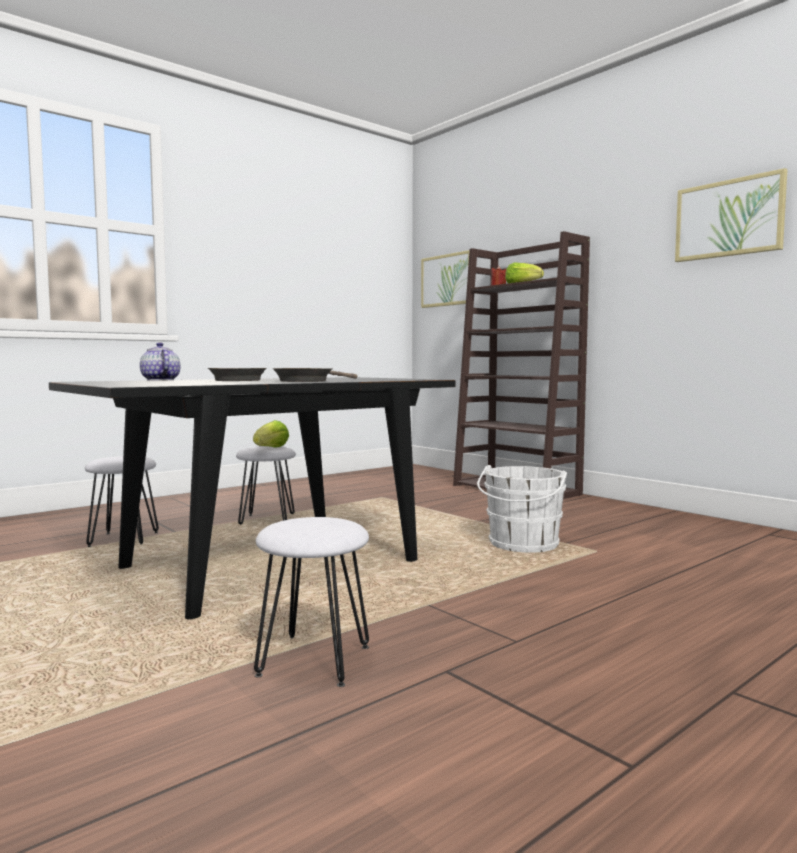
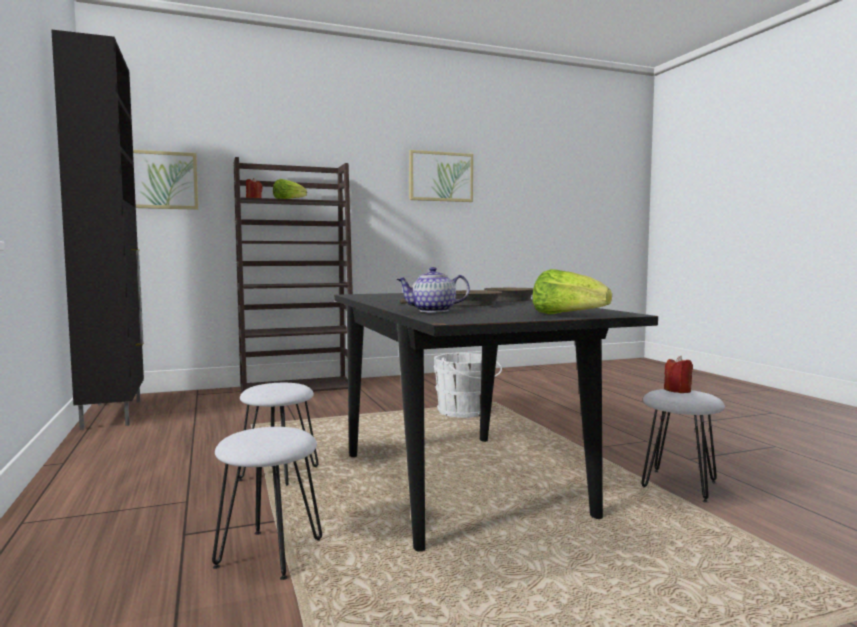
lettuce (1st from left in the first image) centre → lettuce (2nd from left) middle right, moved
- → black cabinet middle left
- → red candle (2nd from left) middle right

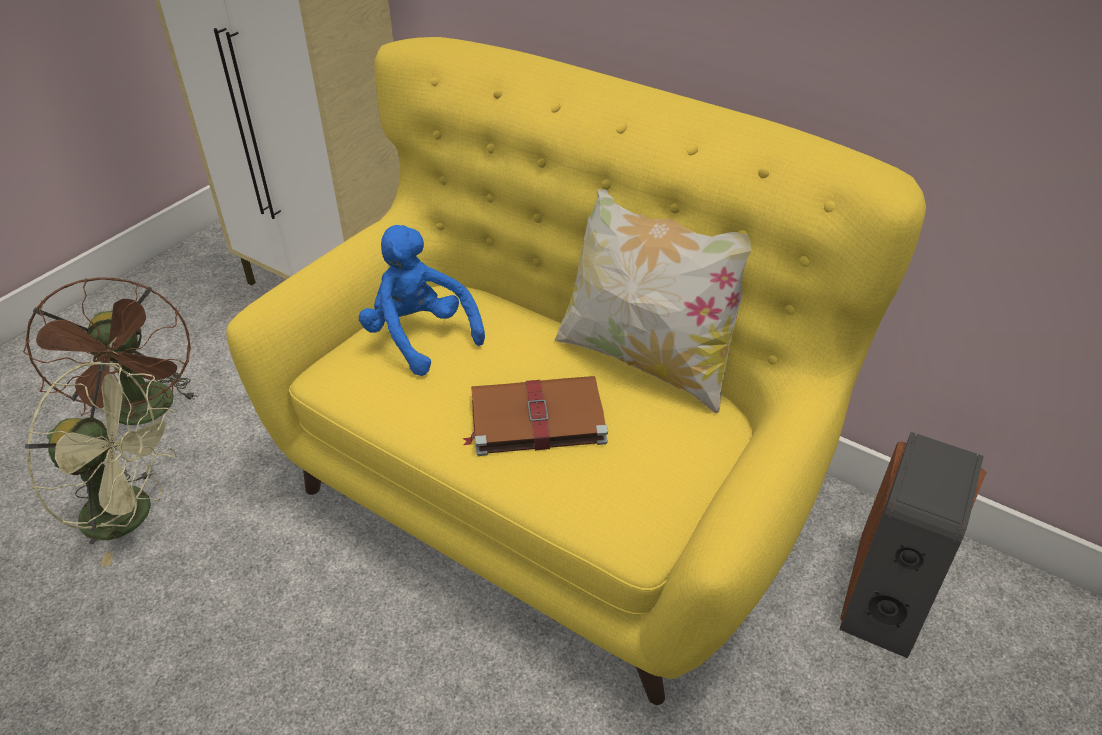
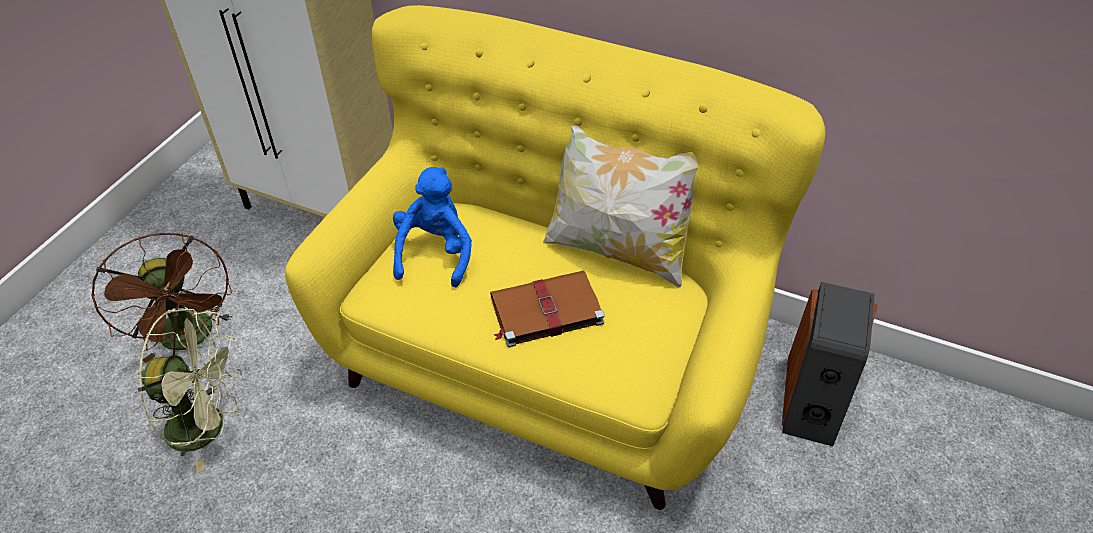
blue plush toy centre, 60 degrees clockwise

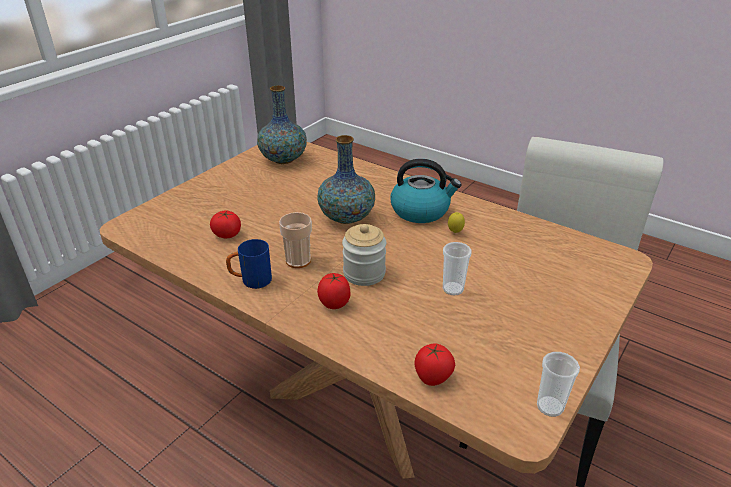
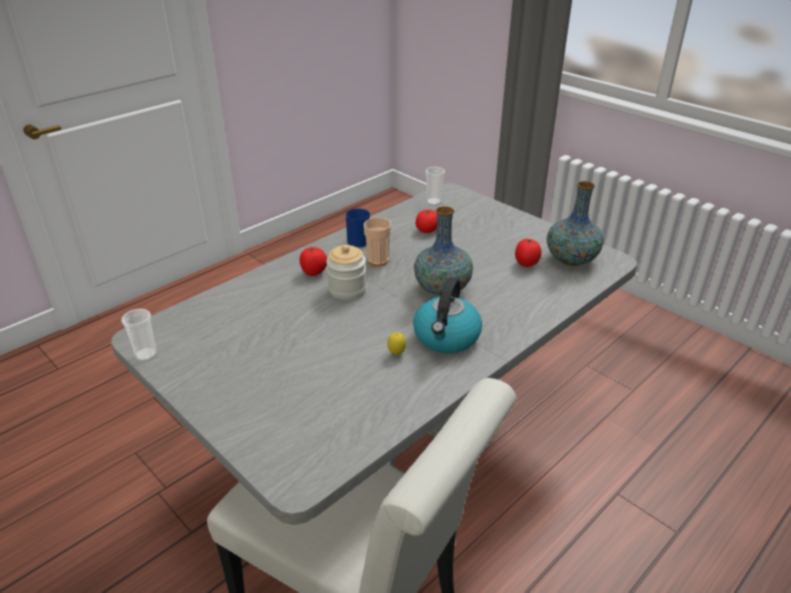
brown dining table centre → grey dining table centre
cup (2nd from left in the first image) centre → cup (3rd from left) top centre, moved
tomato (3rd from left) bottom centre → tomato (3rd from left) middle right, moved

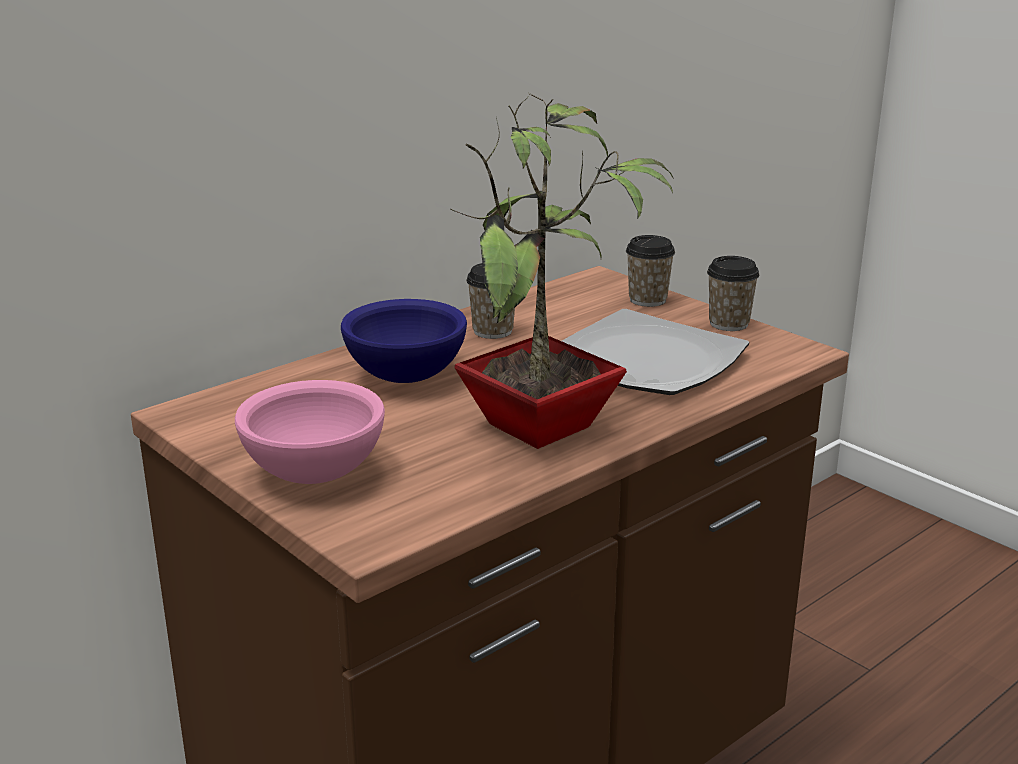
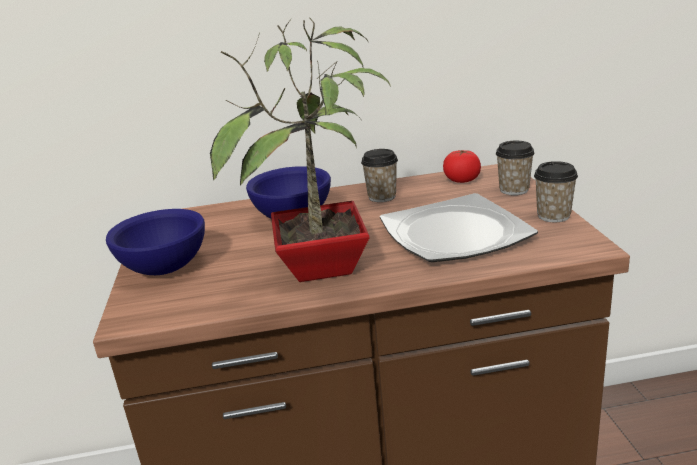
pink bowl middle left → blue bowl (1st from left) middle left
- → tomato centre

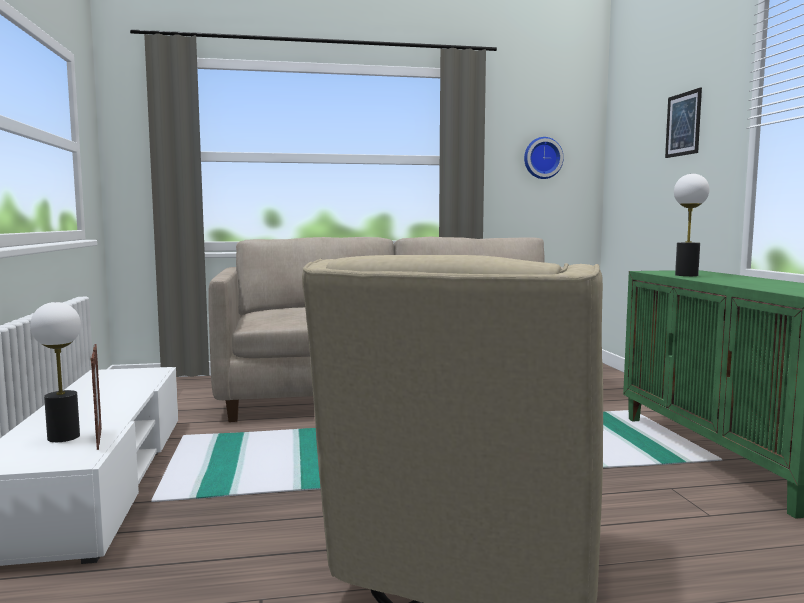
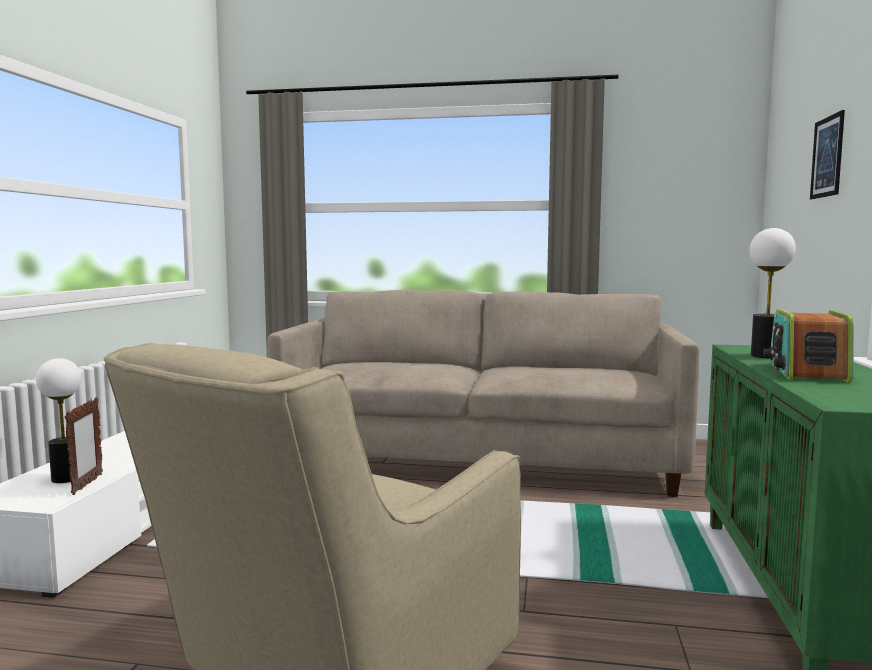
wall clock top right → -
- → radio middle right

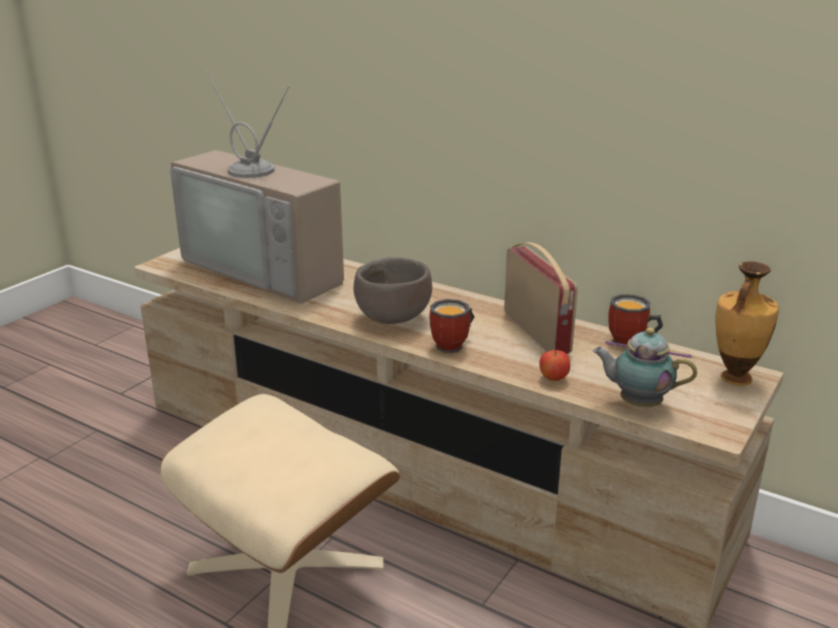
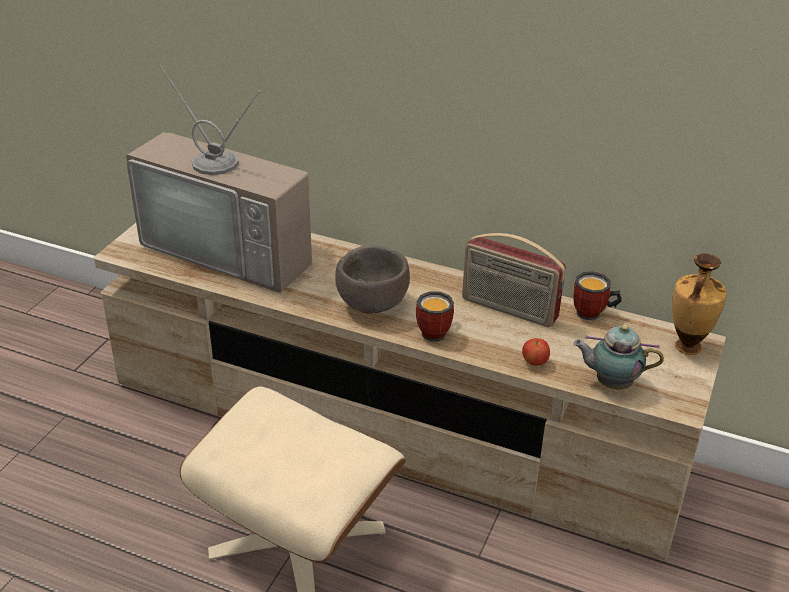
radio centre, 150 degrees clockwise

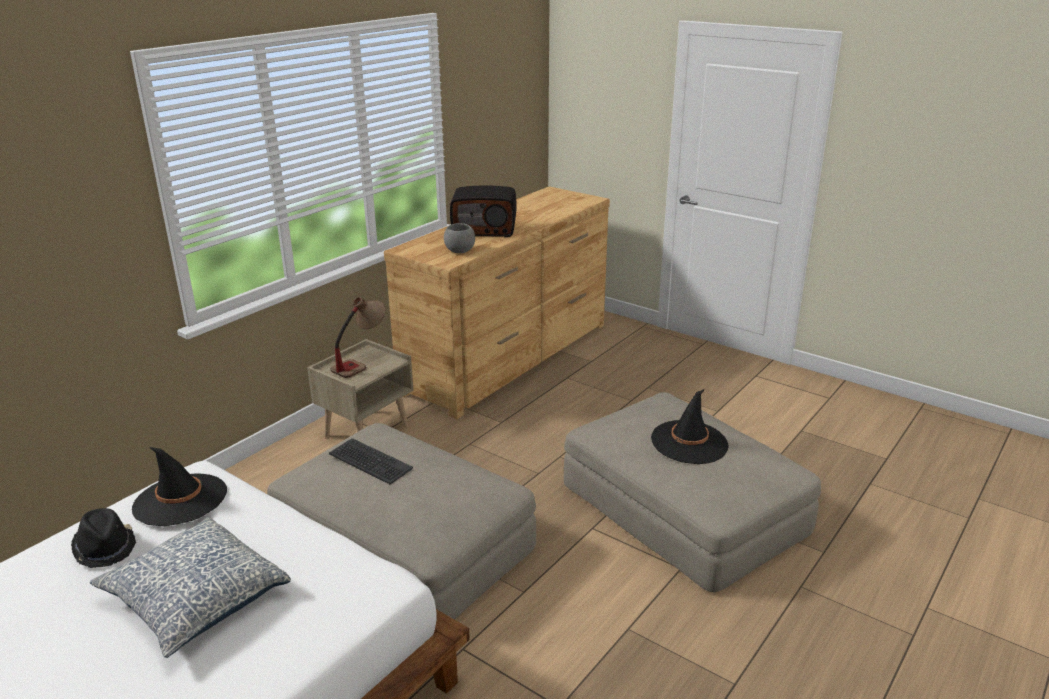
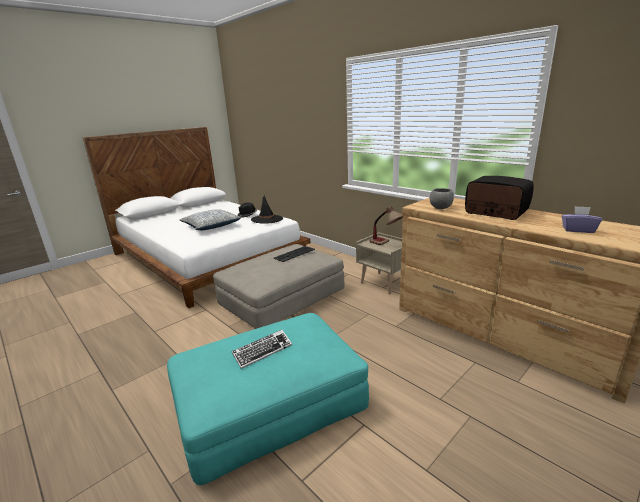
radio top centre → radio middle right, 120 degrees clockwise
black hat (3rd from left) centre → keyboard (1st from left) bottom centre
beige ottoman (2nd from left) bottom centre → turquoise ottoman bottom centre
- → purple tissue box middle right

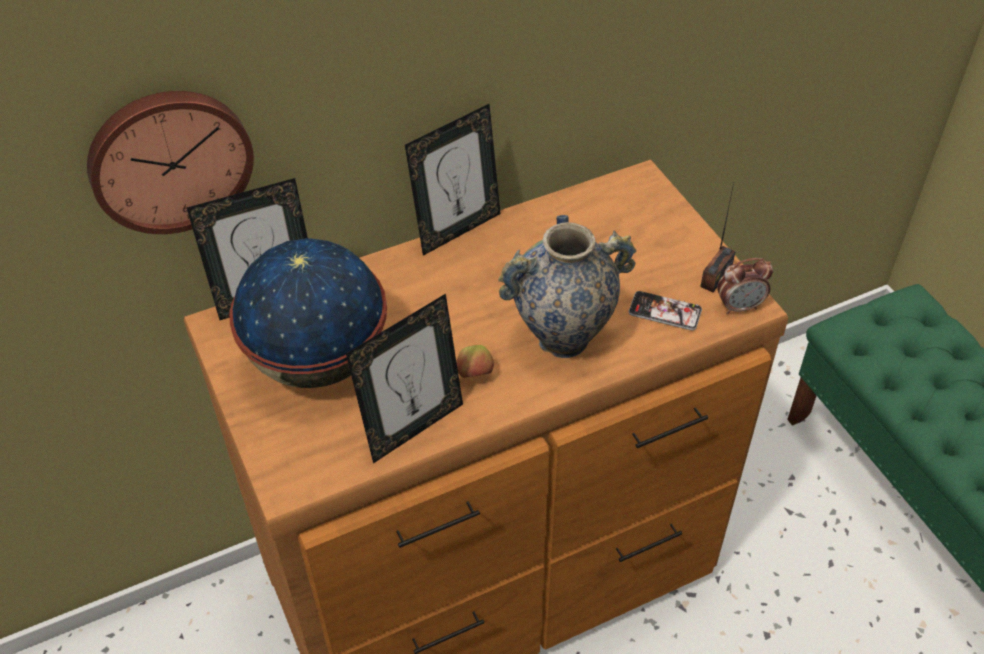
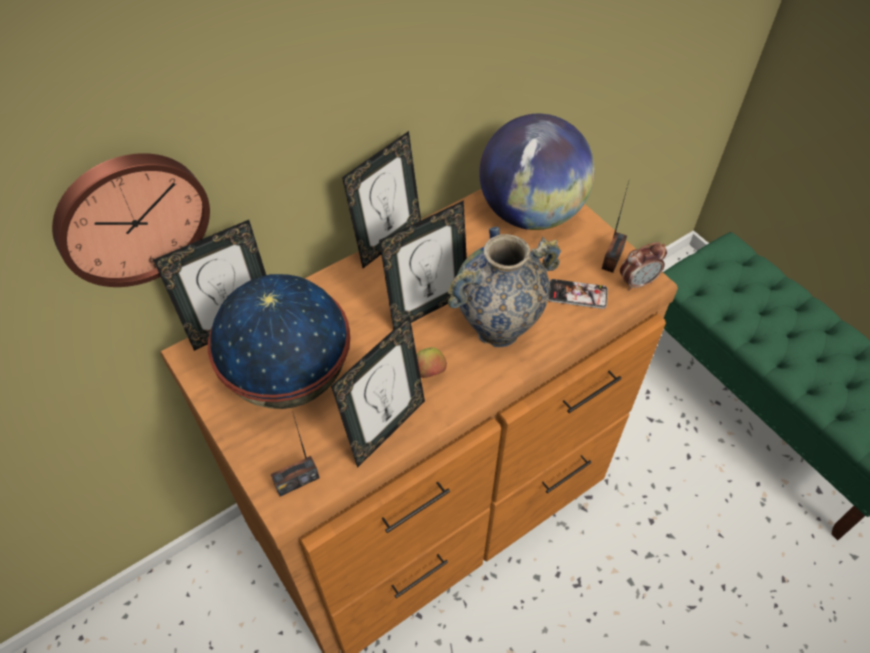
- → globe (2nd from left) top centre
- → picture frame (4th from left) centre
- → radio (1st from left) bottom centre

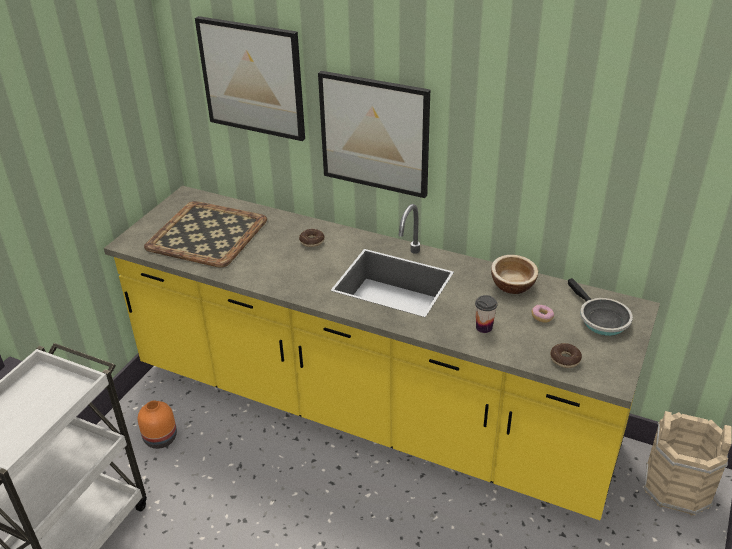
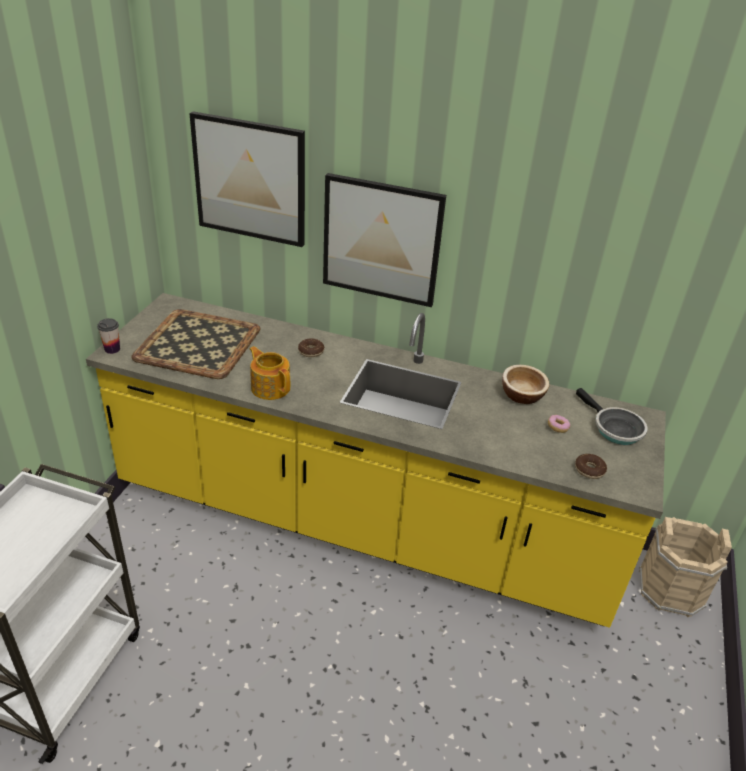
cup centre → cup middle left, moved
orange vase bottom left → -
- → teapot centre

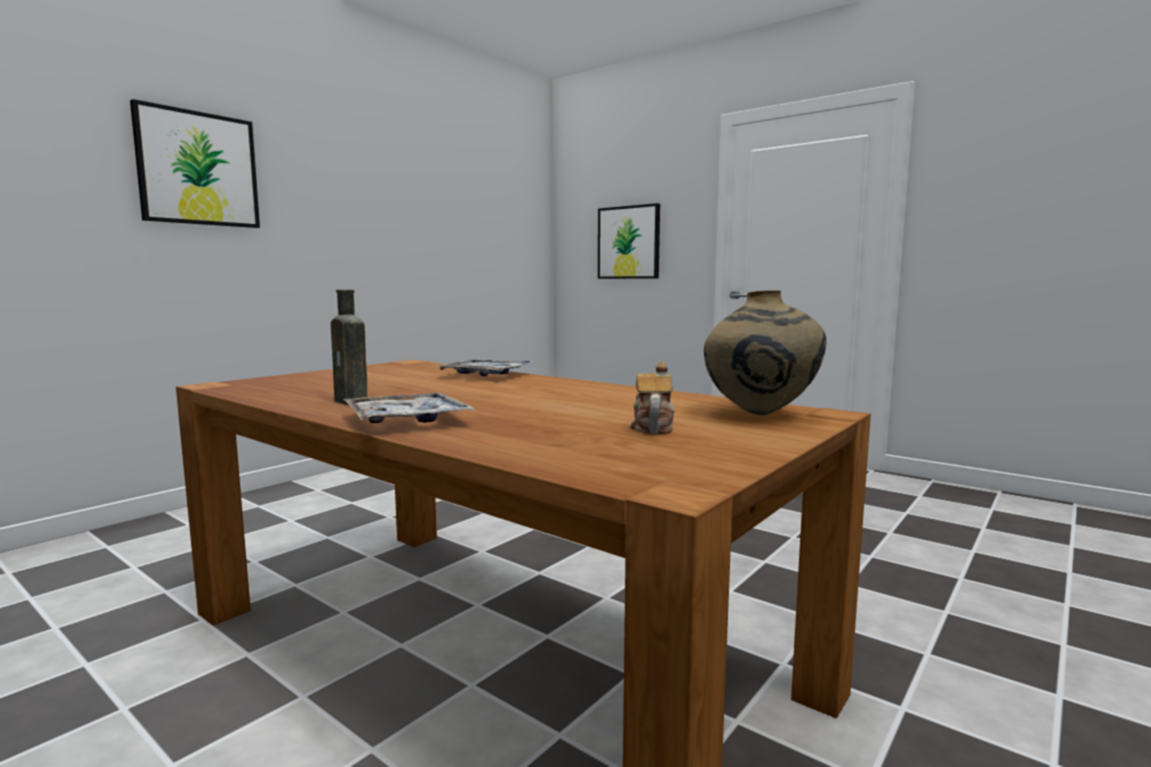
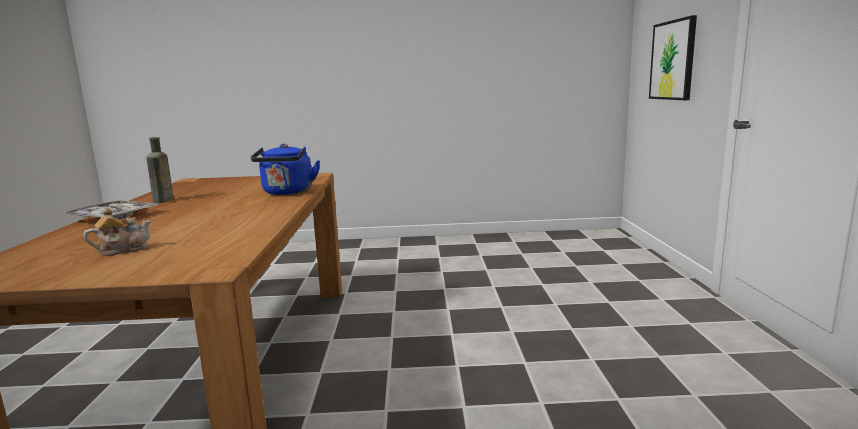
picture (1st from left) top left → -
beige vase centre → -
tray (2nd from left) centre → blue kettle middle left

